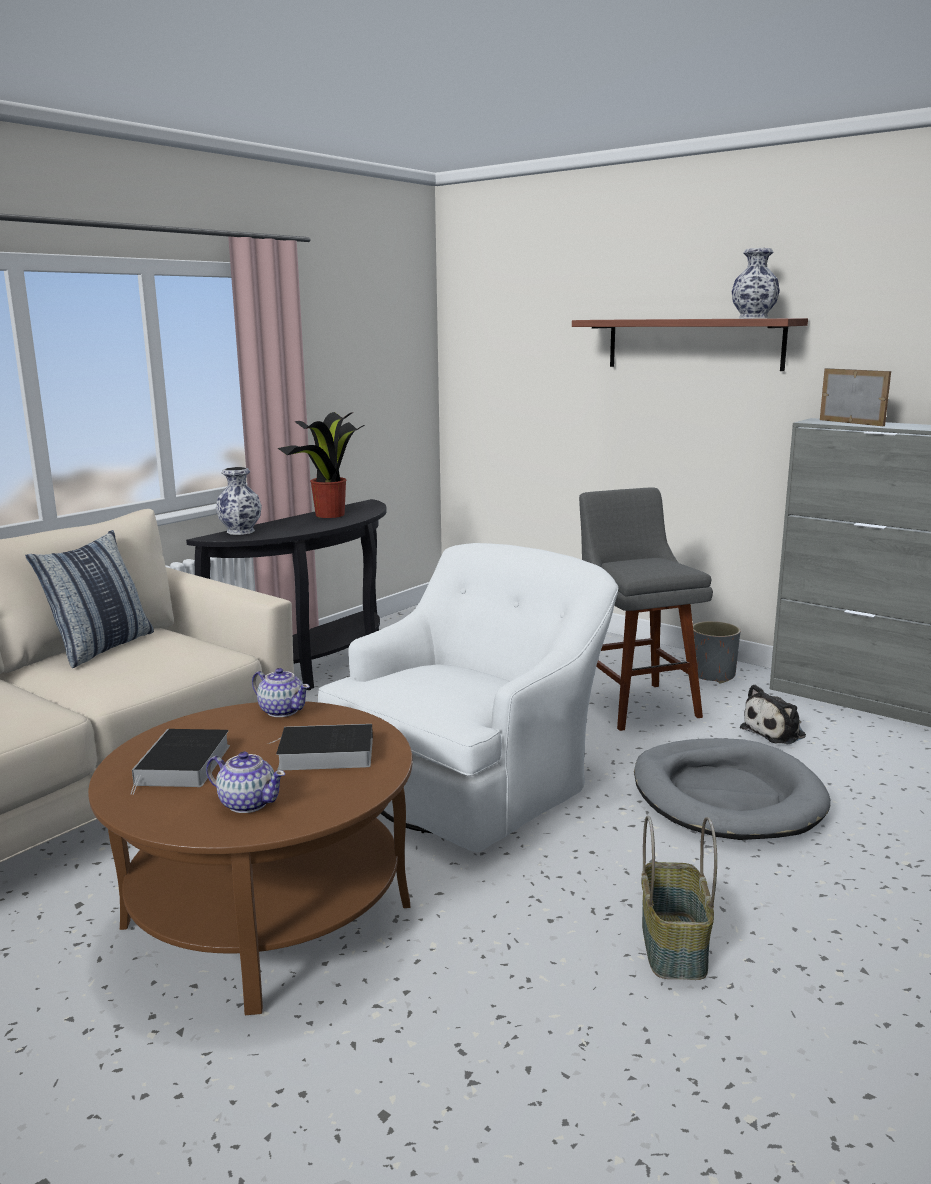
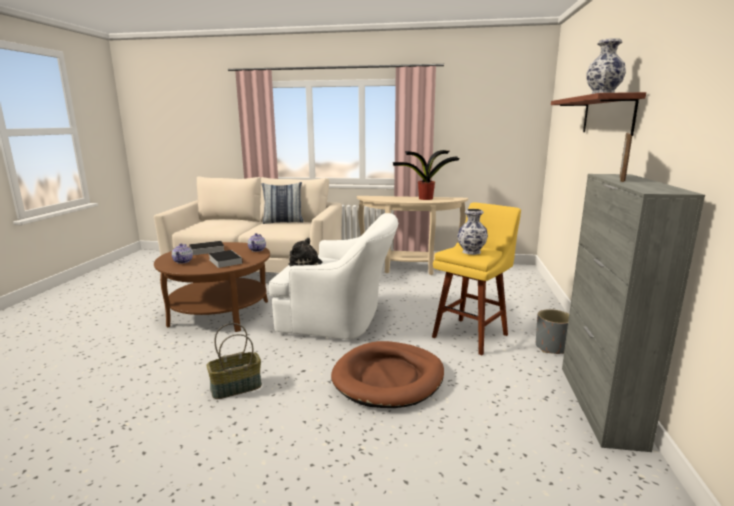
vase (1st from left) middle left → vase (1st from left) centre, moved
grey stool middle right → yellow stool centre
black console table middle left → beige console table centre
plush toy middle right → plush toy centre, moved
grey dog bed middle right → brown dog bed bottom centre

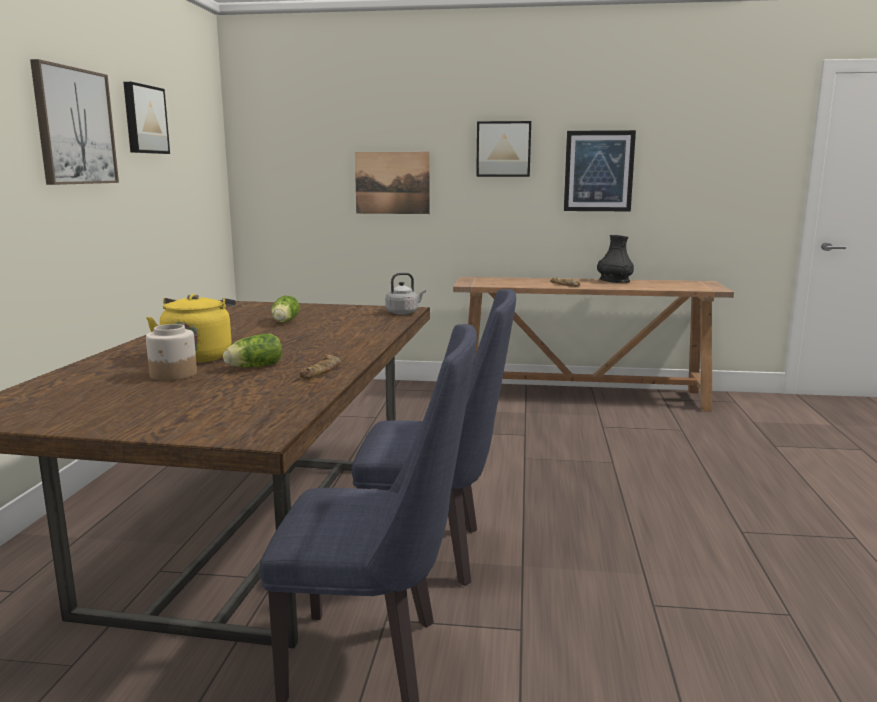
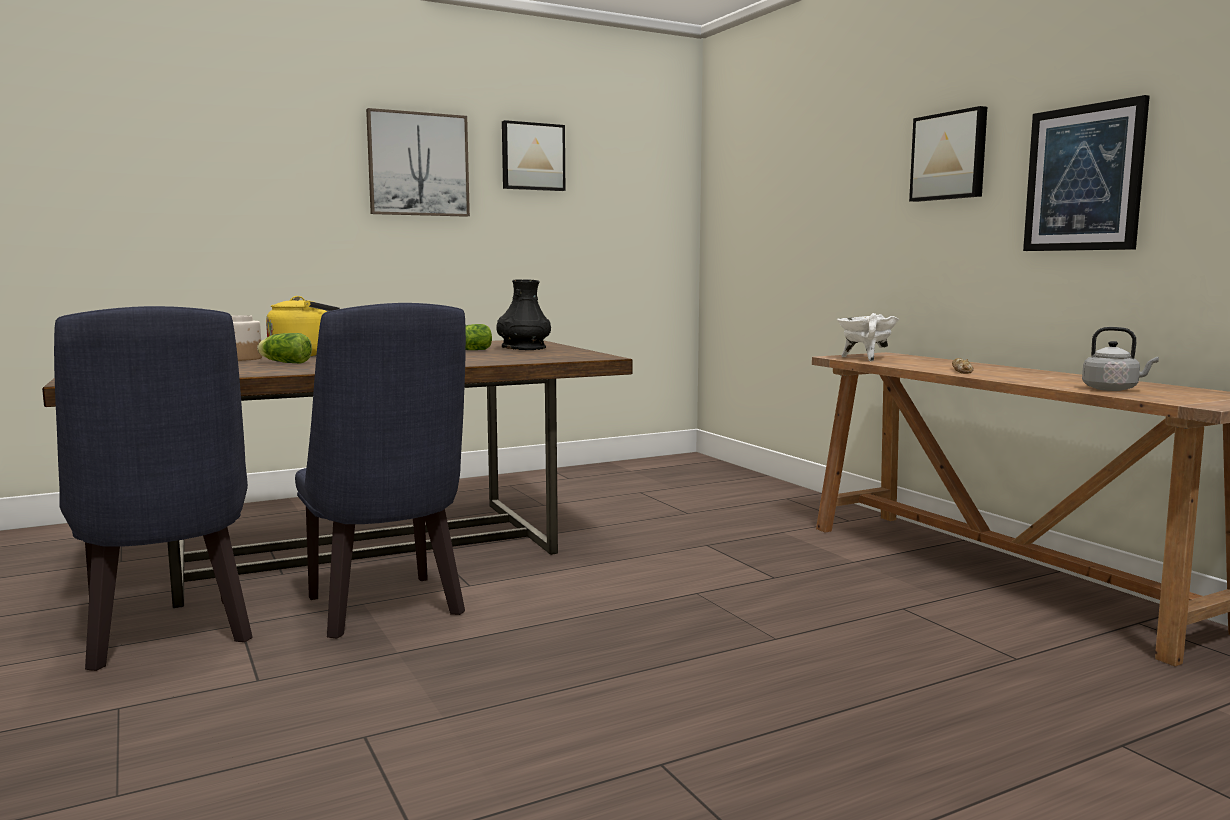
picture (3rd from left) top centre → -
black vase middle right → black vase centre, moved
grey kettle centre → grey kettle middle right, moved
bread (1st from left) centre → -
- → white cooking pot middle right

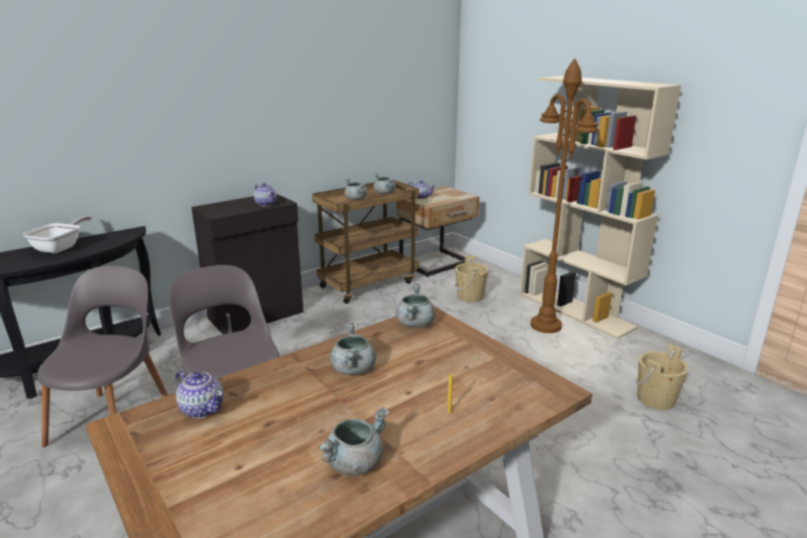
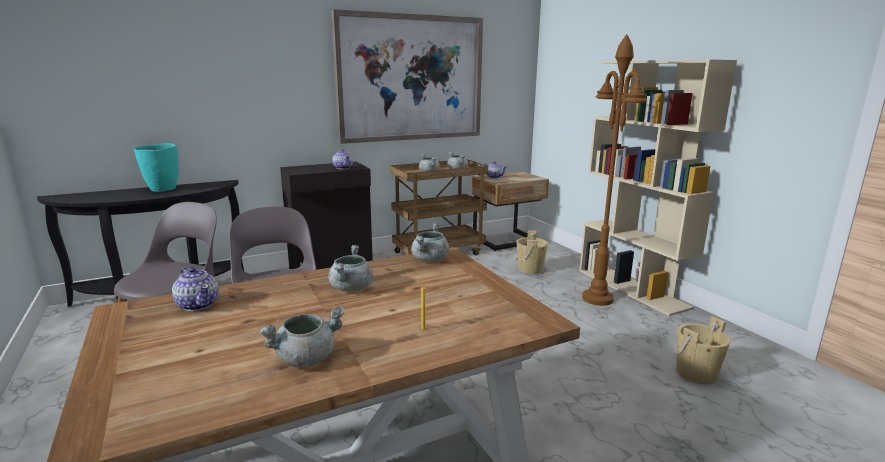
frying pan middle left → turquoise vase middle left
- → picture top centre

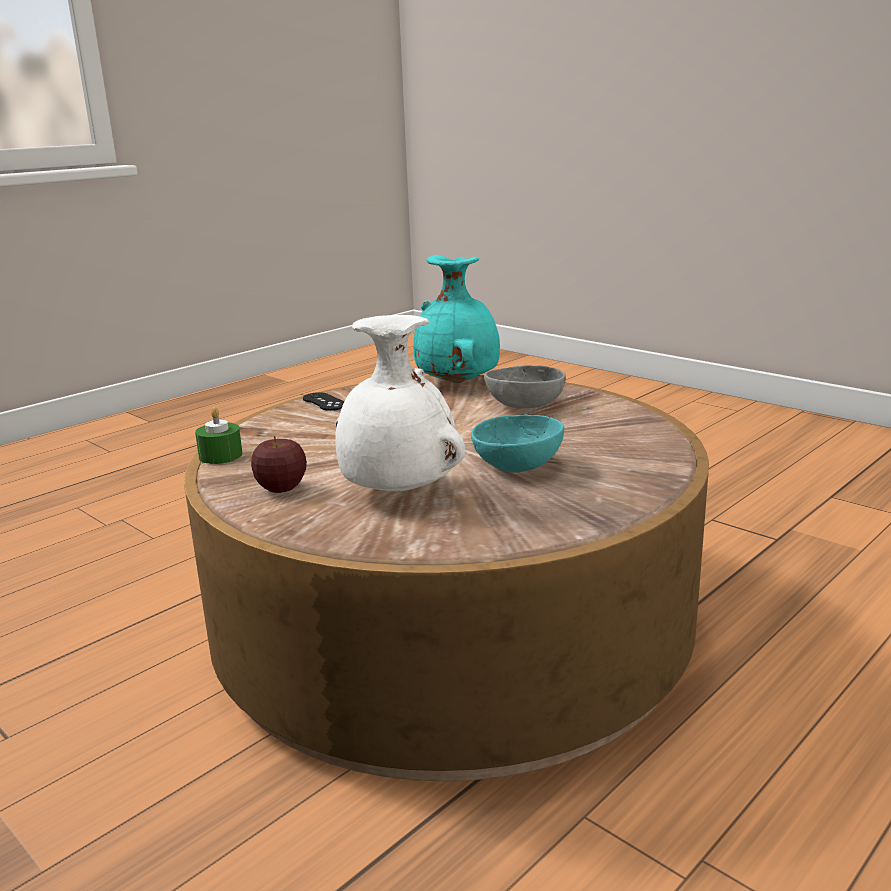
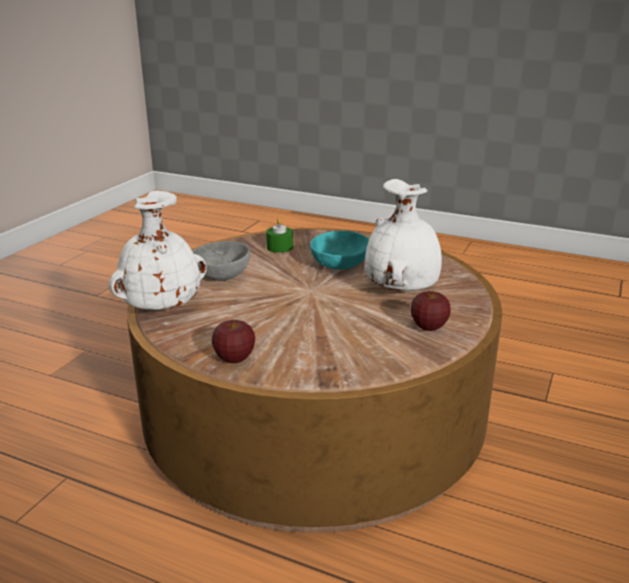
turquoise vase centre → white vase (1st from left) middle left
black game controller centre → apple (1st from left) centre
green candle middle left → green candle centre, moved

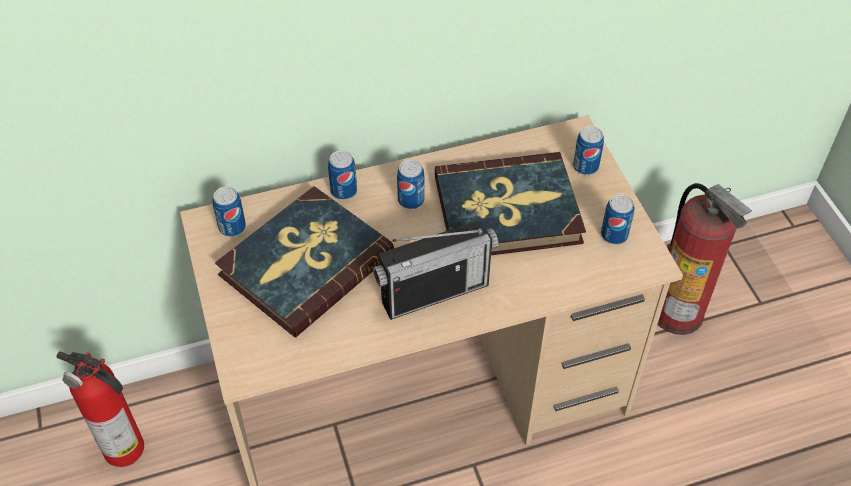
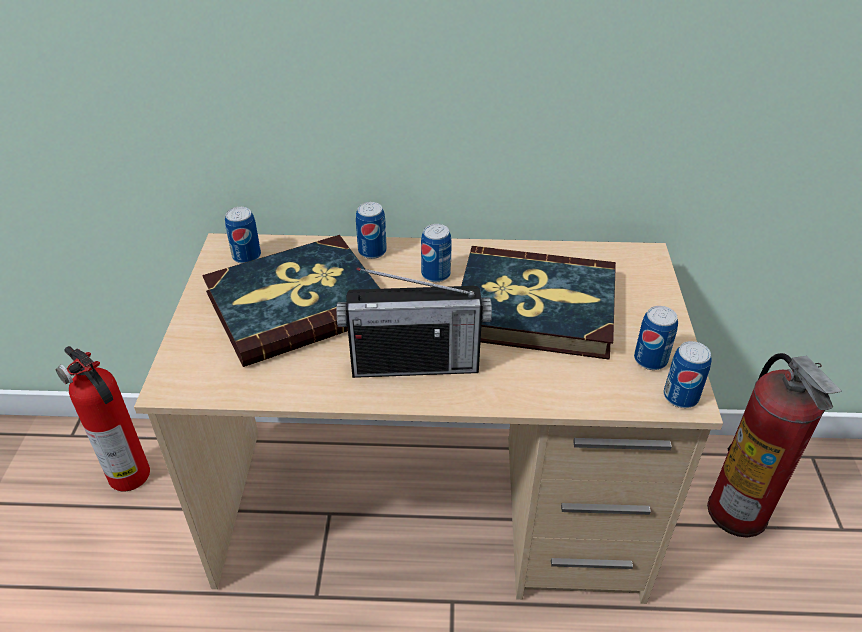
can (4th from left in the first image) top right → can (5th from left) middle right, moved

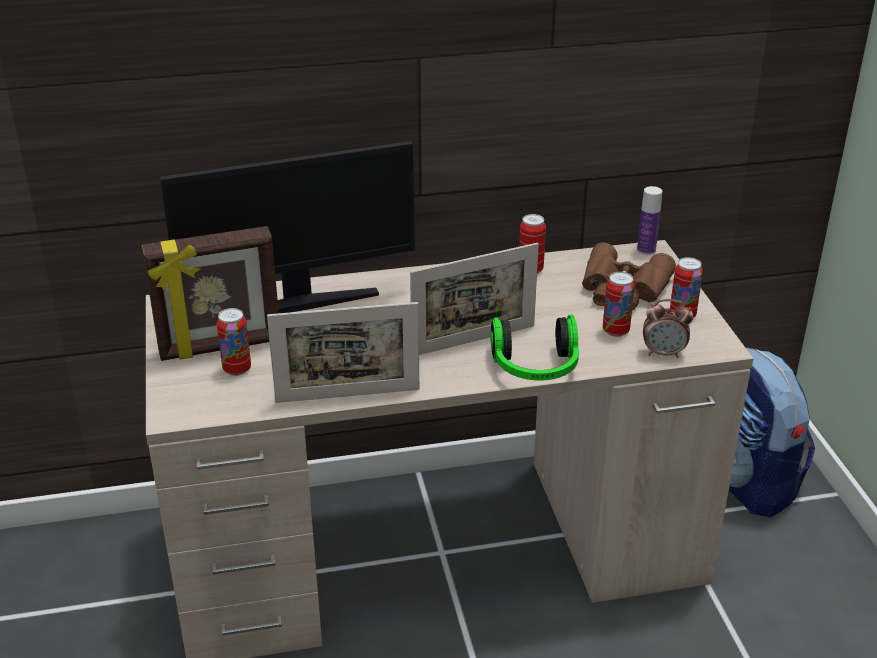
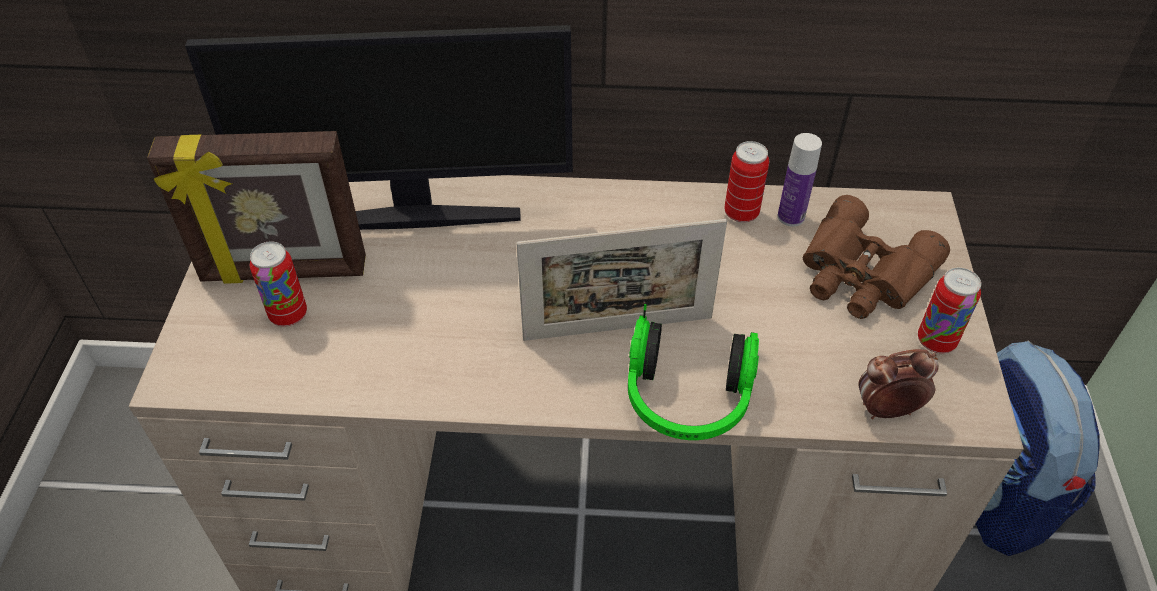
bottle middle right → bottle top right, moved
can (3rd from left) middle right → -
alarm clock middle right, 150 degrees clockwise
picture frame (2nd from left) centre → -

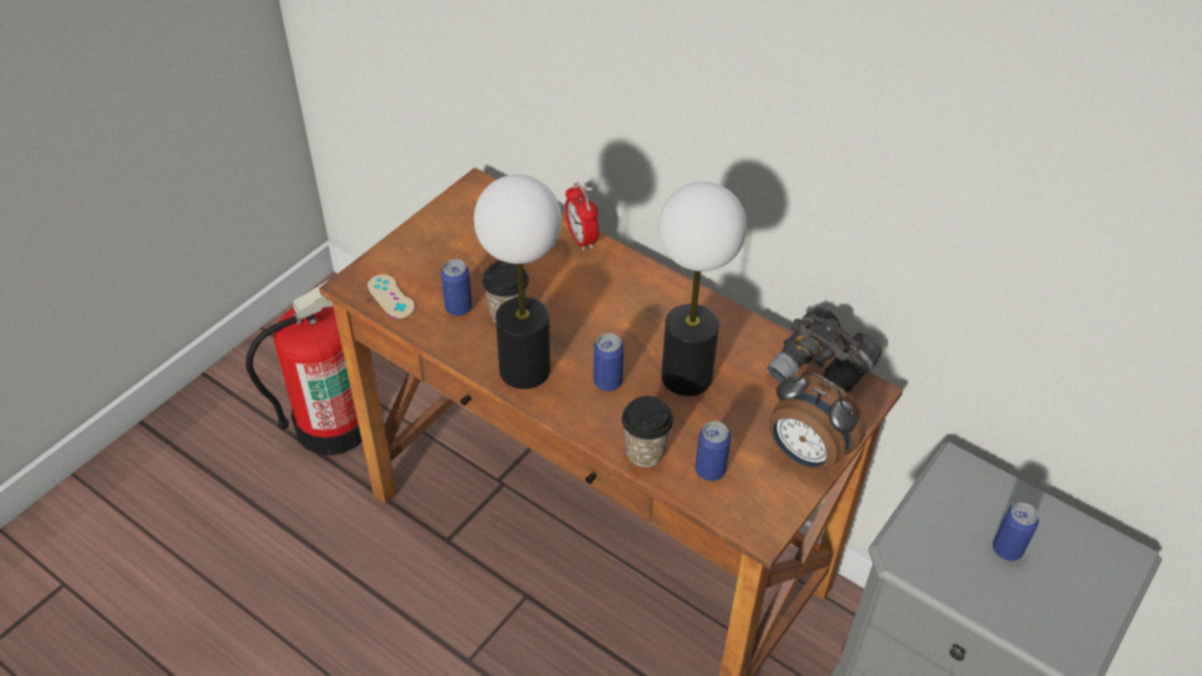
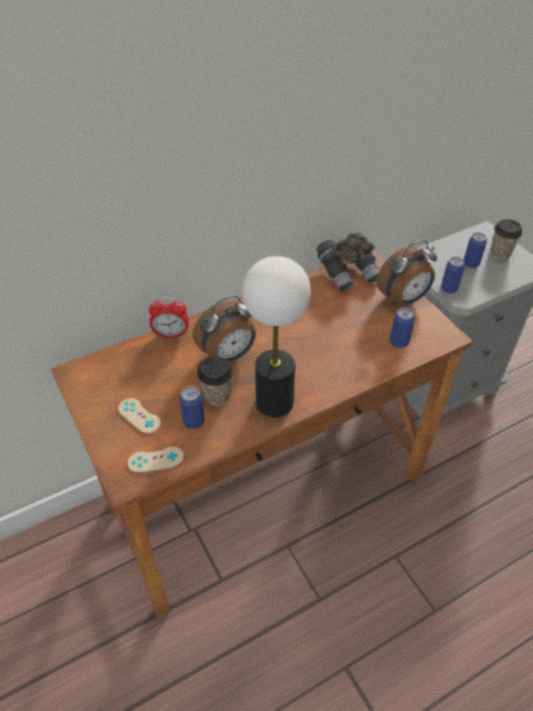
table lamp (2nd from left) centre → -
fire extinguisher middle left → -
can (2nd from left in the first image) centre → can (3rd from left) middle right, moved
cup (2nd from left) centre → cup (2nd from left) middle right, moved
- → alarm clock (2nd from left) centre
- → beige game controller (1st from left) middle left

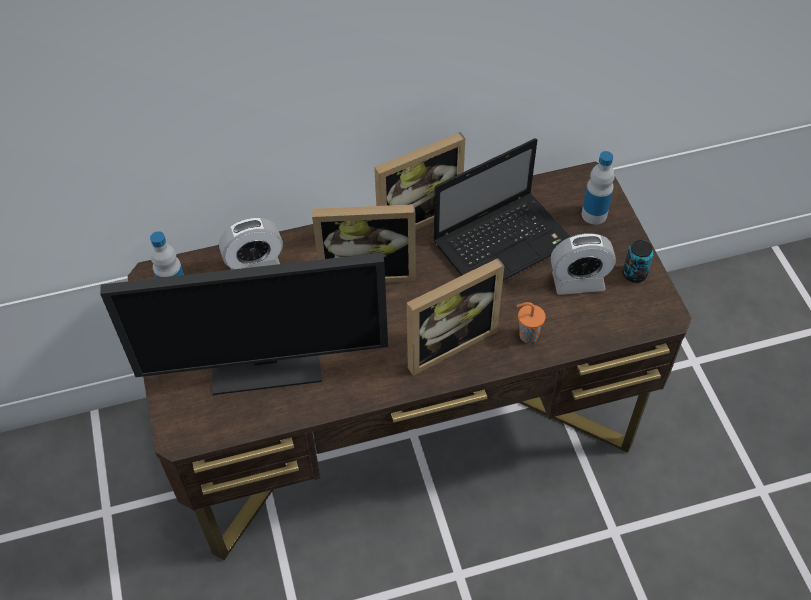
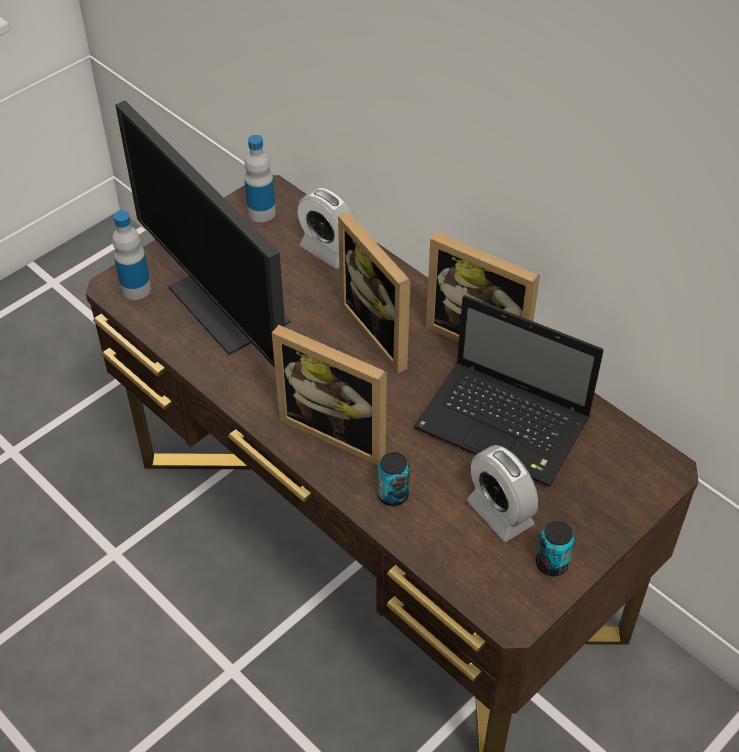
bottle (2nd from left in the first image) top right → bottle (1st from left) middle left, moved
orange cup centre → can (1st from left) centre

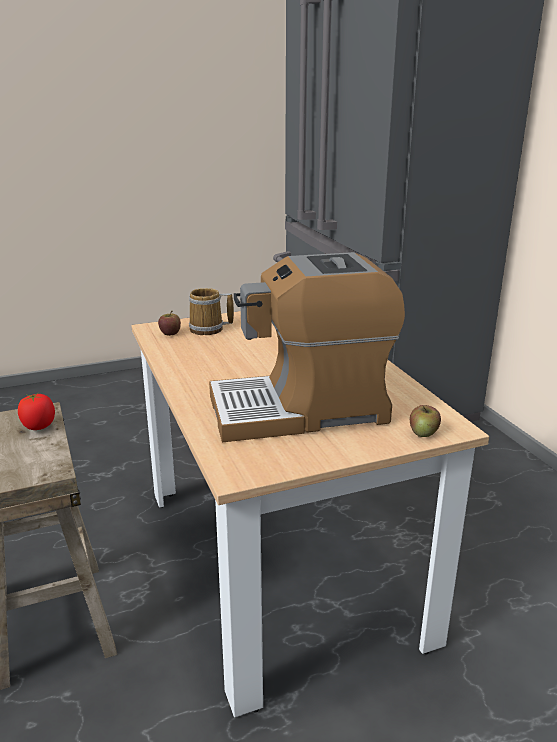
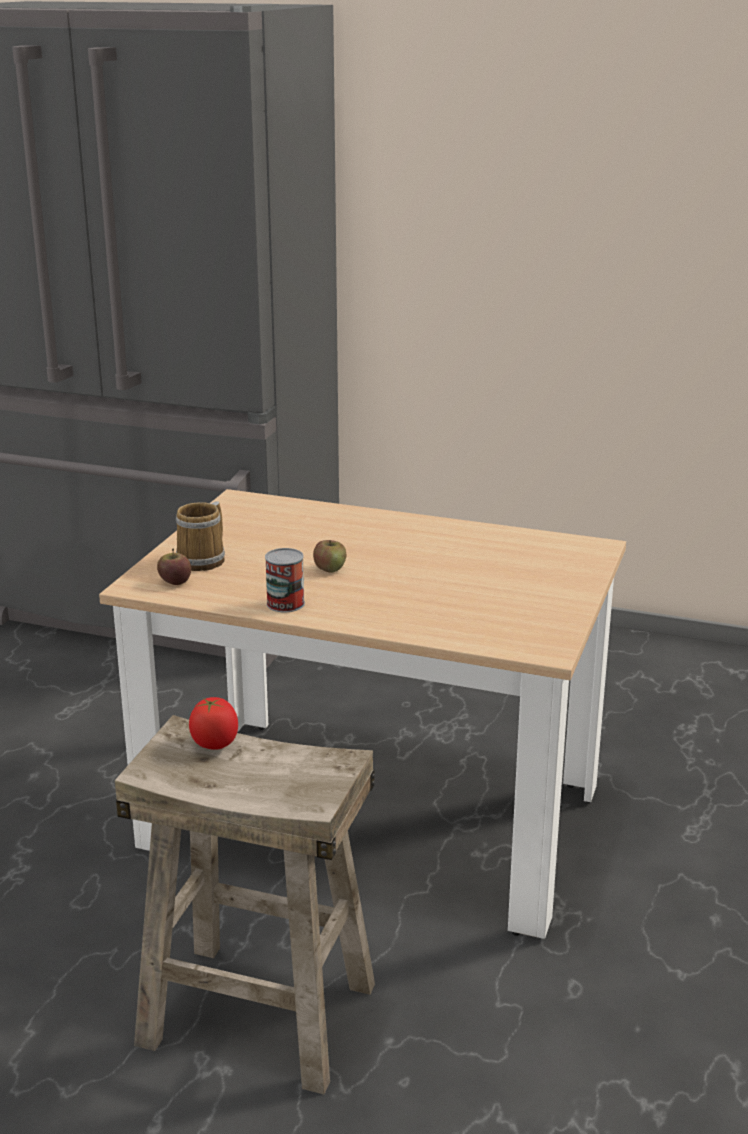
coffee machine centre → -
apple (2nd from left) middle right → apple (2nd from left) centre, moved
- → can centre

